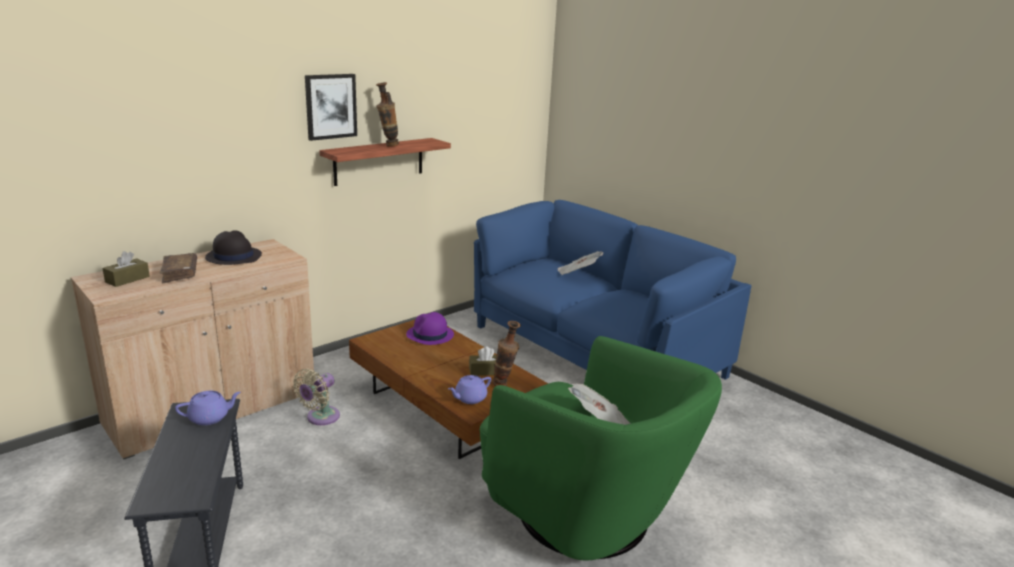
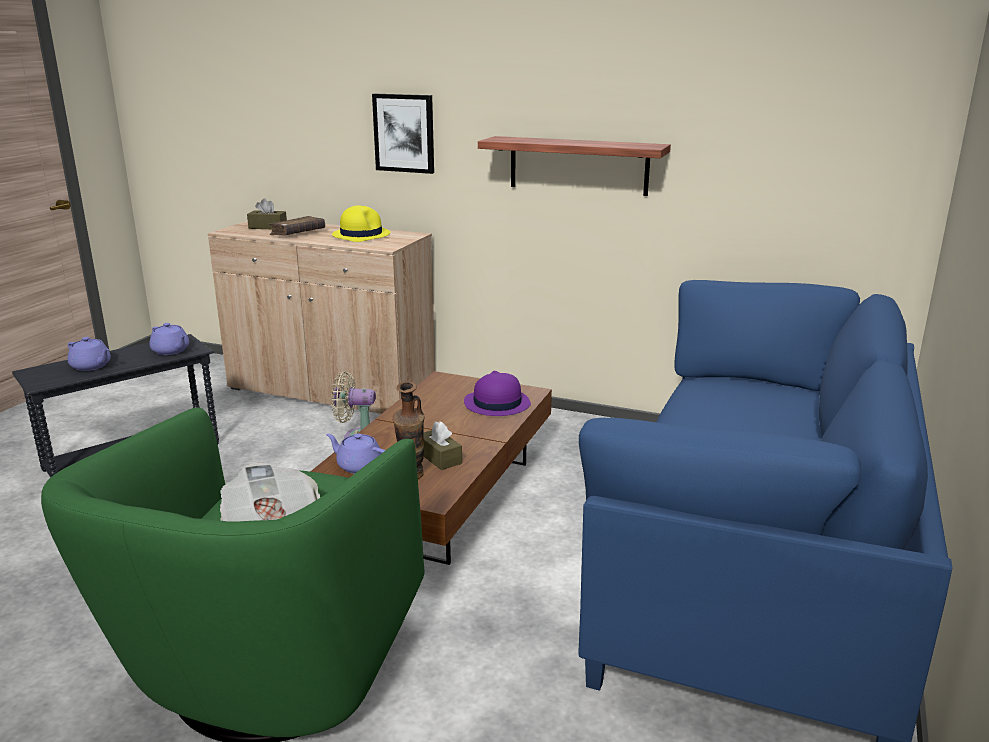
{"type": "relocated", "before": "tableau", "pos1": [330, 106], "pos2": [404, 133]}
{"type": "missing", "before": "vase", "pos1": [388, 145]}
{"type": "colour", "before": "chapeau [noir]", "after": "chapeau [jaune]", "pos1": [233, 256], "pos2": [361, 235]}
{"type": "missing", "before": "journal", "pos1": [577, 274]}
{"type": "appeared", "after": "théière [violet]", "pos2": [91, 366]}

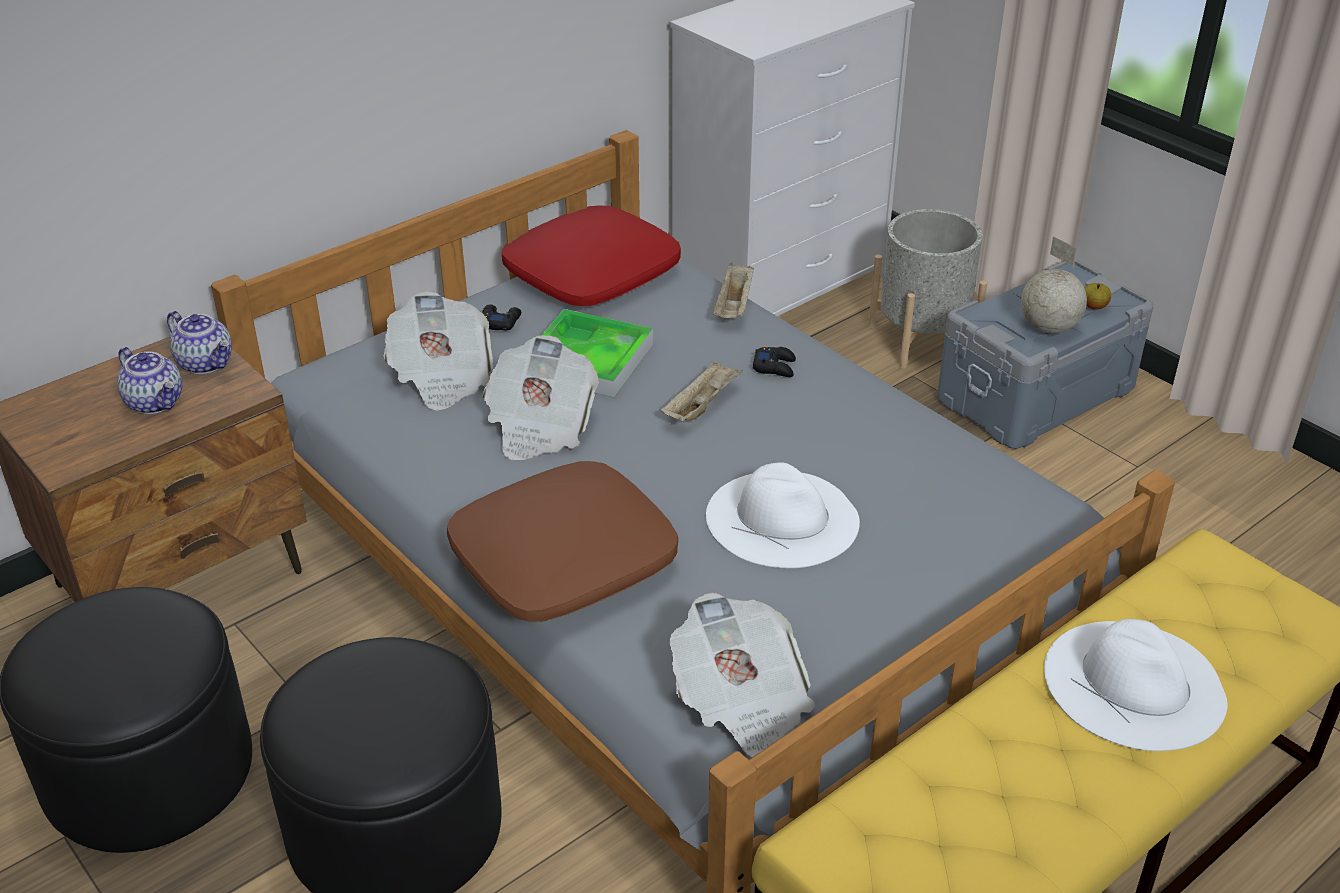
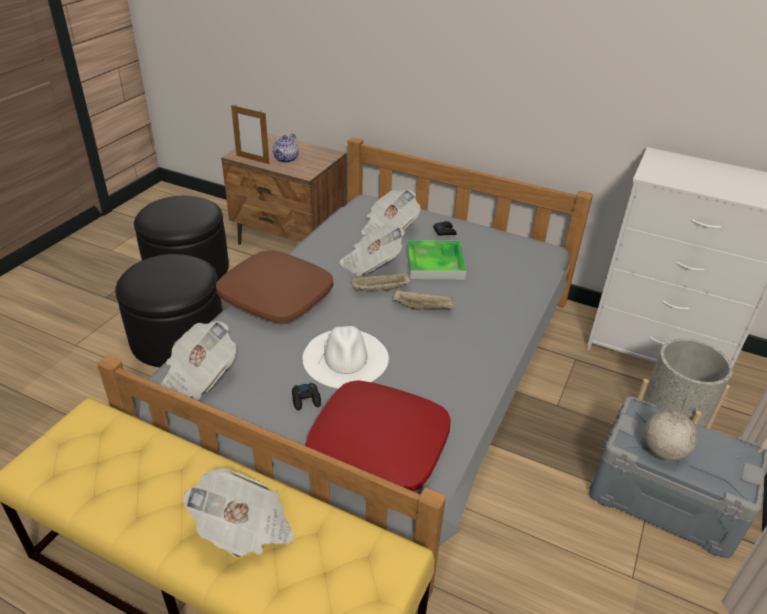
{"type": "relocated", "before": "coussin [rouge]", "pos1": [591, 273], "pos2": [379, 445]}
{"type": "relocated", "before": "plateau [beige]", "pos1": [734, 306], "pos2": [380, 289]}
{"type": "missing", "before": "pomme", "pos1": [1094, 307]}
{"type": "missing", "before": "théière", "pos1": [206, 363]}
{"type": "relocated", "before": "manette [noir]", "pos1": [774, 367], "pos2": [306, 399]}
{"type": "exchanged", "before": "chapeau [blanc]", "after": "journal", "pos1": [1134, 683], "pos2": [245, 529]}
{"type": "appeared", "after": "cadre photo", "pos2": [252, 159]}

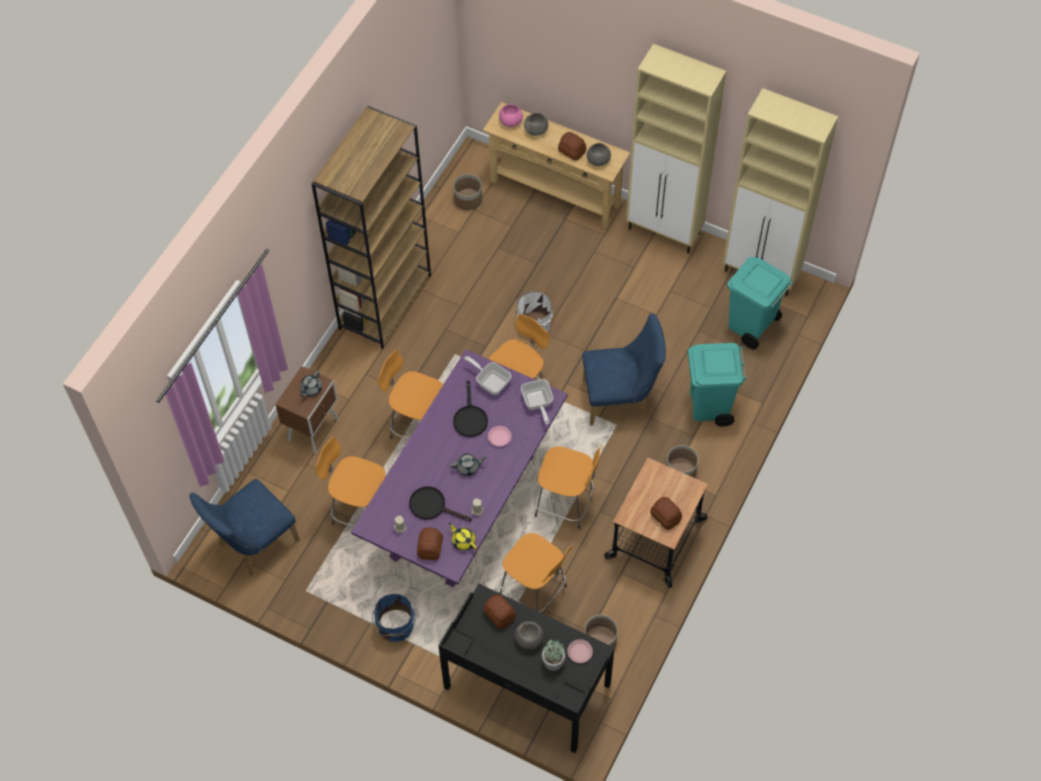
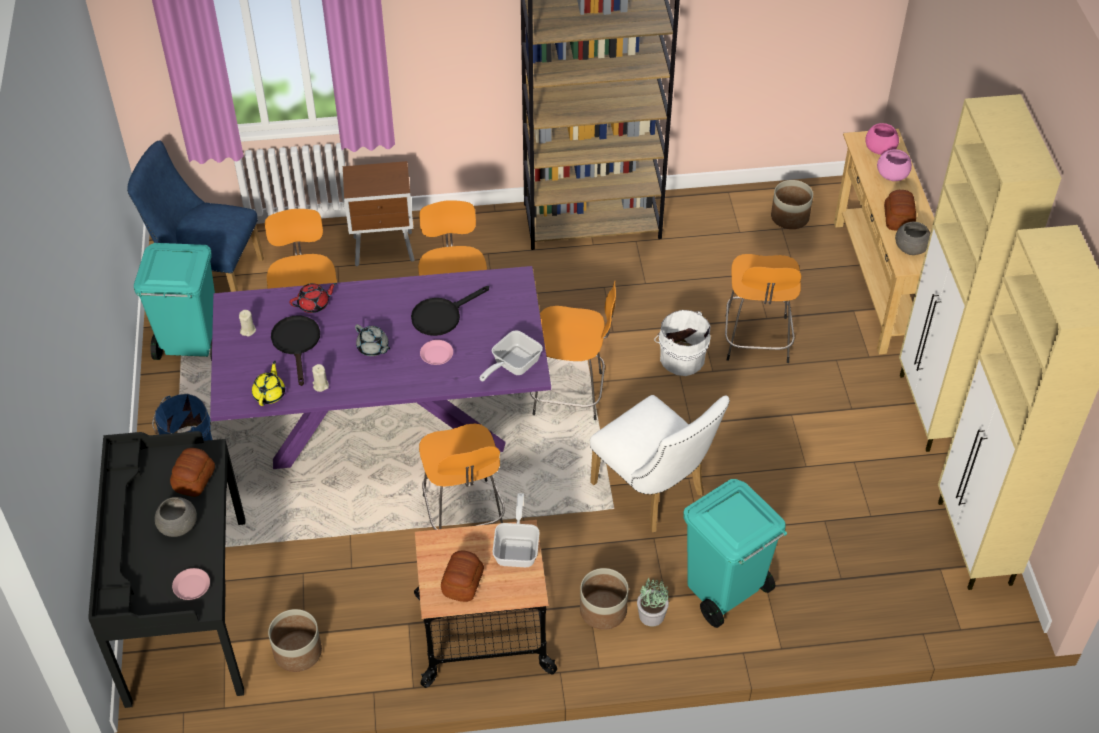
{"type": "colour", "before": "bol [gris]", "after": "bol [rose]", "pos1": [536, 130], "pos2": [892, 175]}
{"type": "relocated", "before": "poubelle [turquoise]", "pos1": [751, 326], "pos2": [191, 345]}
{"type": "colour", "before": "chaise [bleu]", "after": "chaise [blanc]", "pos1": [621, 399], "pos2": [654, 494]}
{"type": "relocated", "before": "poêle", "pos1": [490, 381], "pos2": [517, 548]}
{"type": "missing", "before": "théière [gris]", "pos1": [311, 389]}
{"type": "missing", "before": "pain", "pos1": [429, 547]}
{"type": "relocated", "before": "tabouret [orange]", "pos1": [535, 591], "pos2": [756, 341]}
{"type": "relocated", "before": "plante en pot", "pos1": [553, 662], "pos2": [651, 616]}
{"type": "appeared", "after": "théière [rouge]", "pos2": [314, 304]}

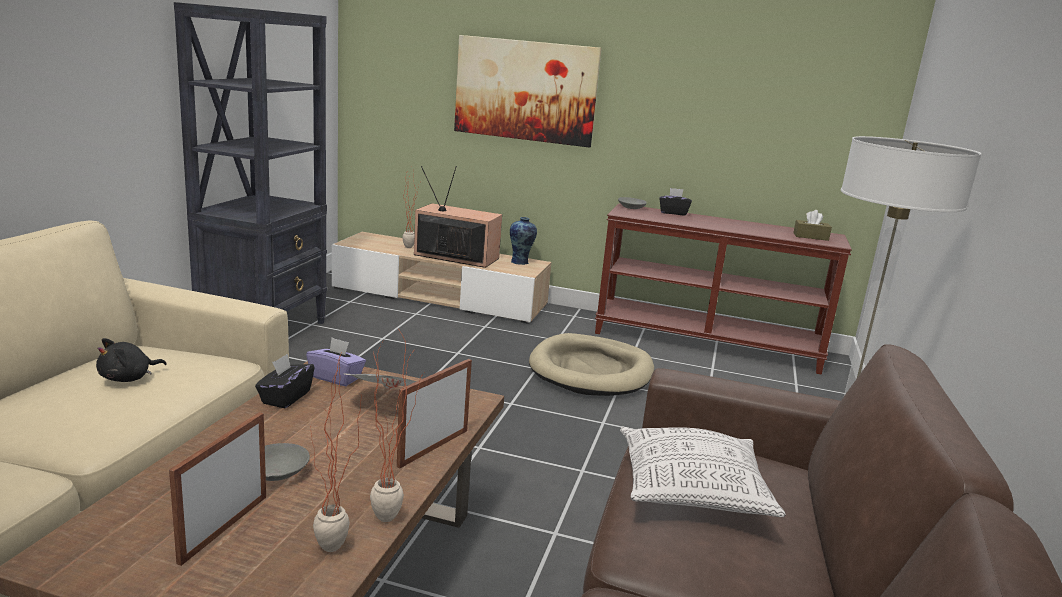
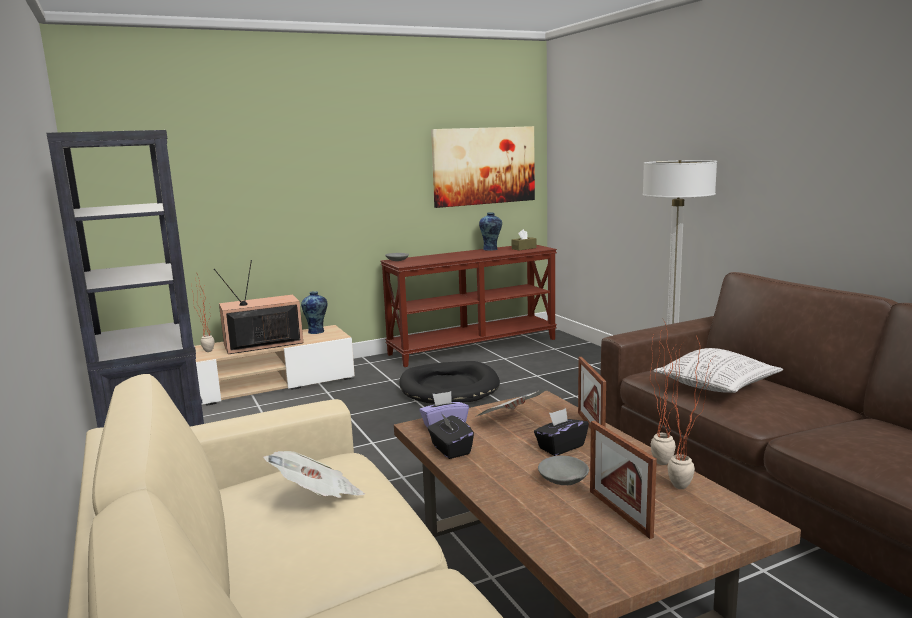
{"type": "relocated", "before": "tableau", "pos1": [525, 90], "pos2": [484, 166]}
{"type": "relocated", "before": "boîte à mouchoirs [noir]", "pos1": [673, 213], "pos2": [560, 447]}
{"type": "colour", "before": "panier pour chien [beige]", "after": "panier pour chien [noir]", "pos1": [591, 371], "pos2": [449, 387]}
{"type": "exchanged", "before": "peluche [noir]", "after": "journal", "pos1": [128, 378], "pos2": [318, 497]}
{"type": "appeared", "after": "vase", "pos2": [491, 249]}

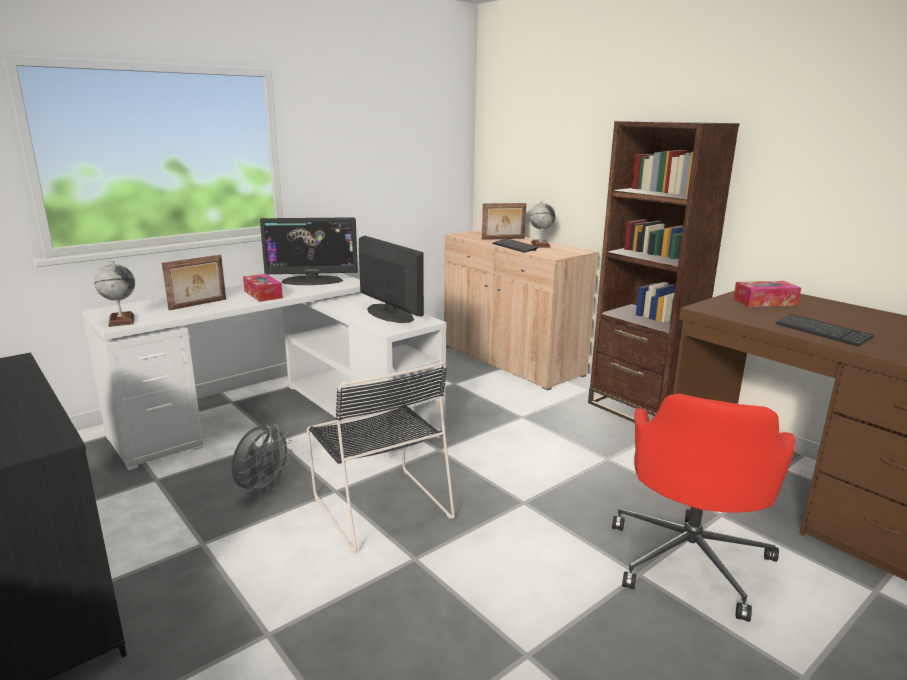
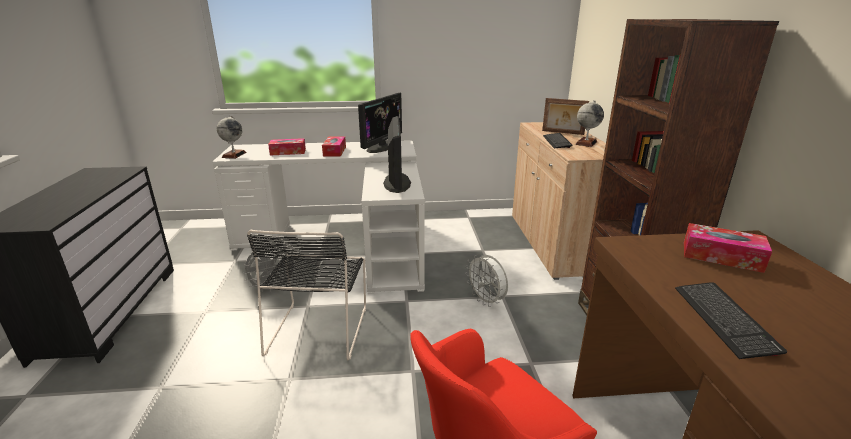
{"type": "spun", "before": "écran d'ordinateur", "pos1": [312, 281], "pos2": [382, 146], "turn": -90}
{"type": "exchanged", "before": "cadre photo", "after": "boîte à mouchoirs", "pos1": [198, 304], "pos2": [288, 152]}
{"type": "appeared", "after": "ventilateur [blanc]", "pos2": [486, 301]}

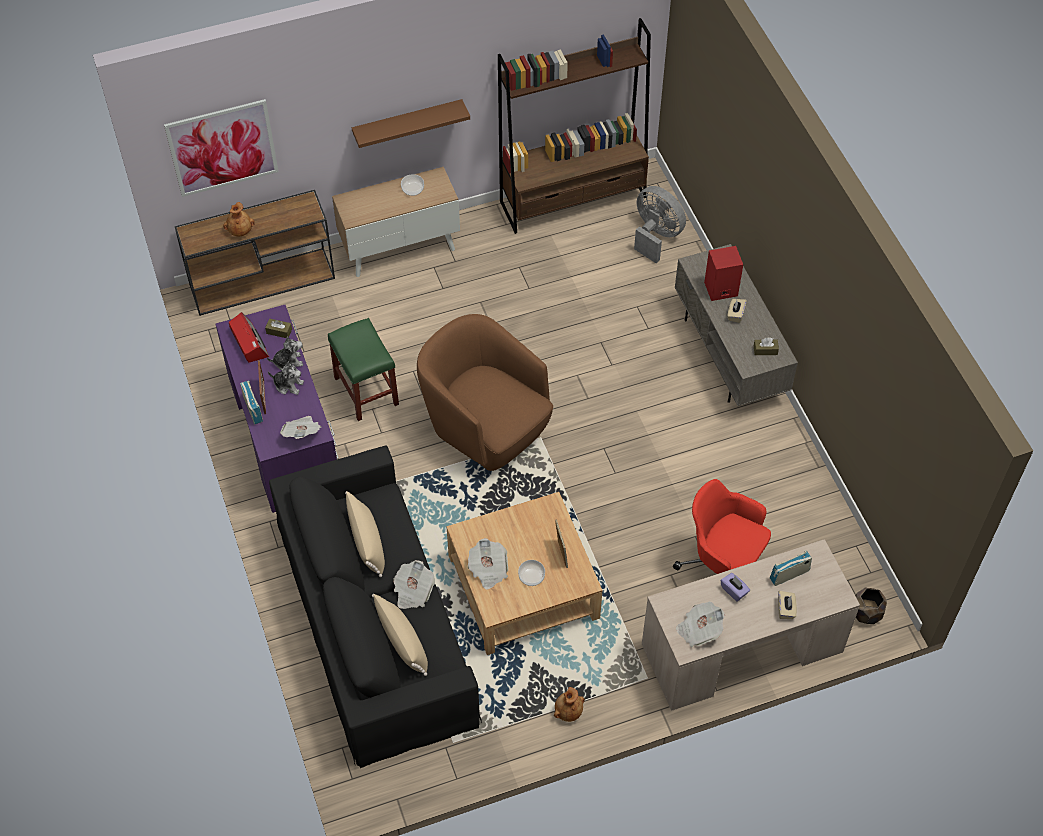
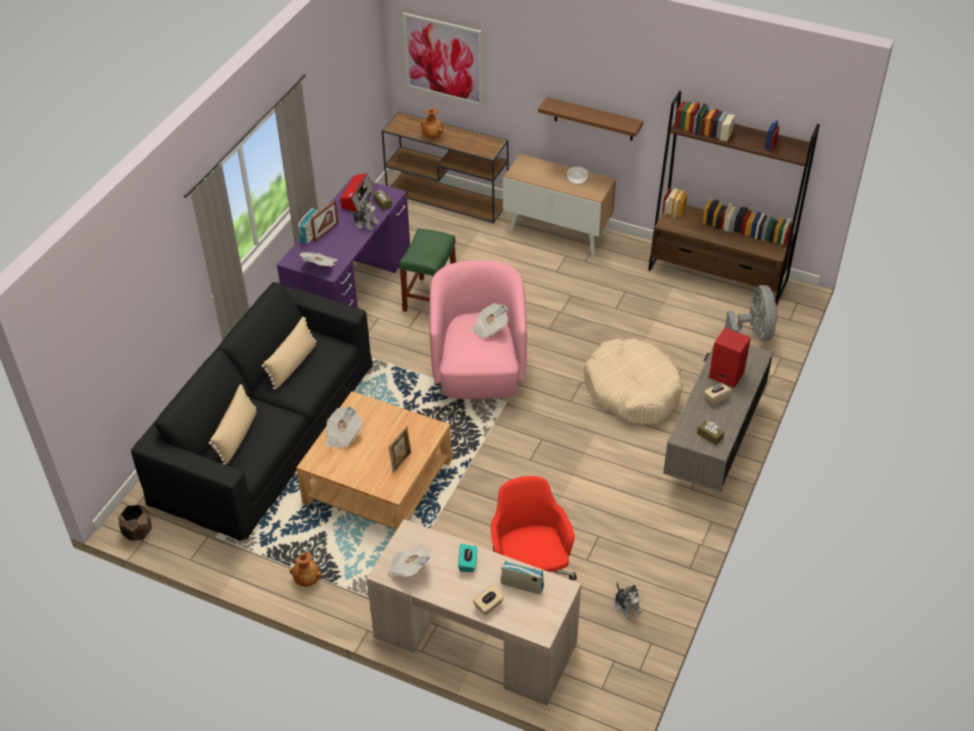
{"type": "colour", "before": "fauteuil [marron]", "after": "fauteuil [rose]", "pos1": [486, 426], "pos2": [479, 370]}
{"type": "relocated", "before": "peluche", "pos1": [288, 385], "pos2": [627, 606]}
{"type": "relocated", "before": "journal", "pos1": [413, 591], "pos2": [489, 328]}
{"type": "missing", "before": "bol", "pos1": [531, 576]}
{"type": "colour", "before": "boîte à mouchoirs [violet]", "after": "boîte à mouchoirs [turquoise]", "pos1": [734, 591], "pos2": [468, 563]}
{"type": "relocated", "before": "cache-pot [marron]", "pos1": [866, 613], "pos2": [138, 531]}
{"type": "appeared", "after": "panier pour chien [beige]", "pos2": [632, 391]}

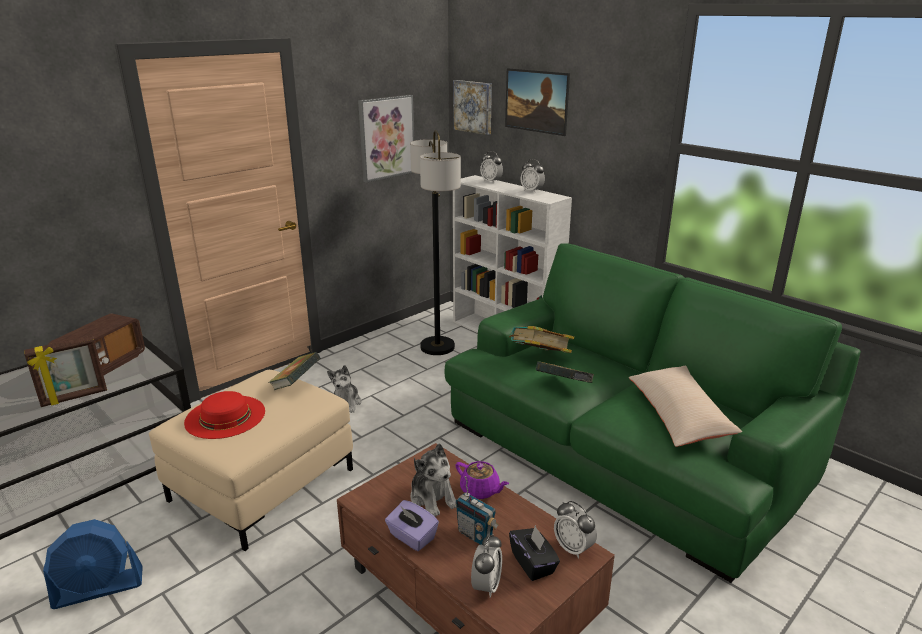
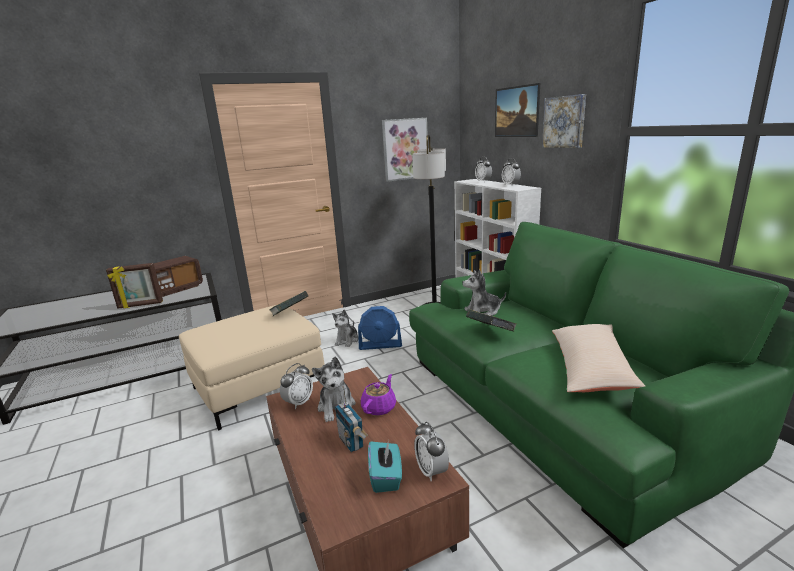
{"type": "relocated", "before": "tableau", "pos1": [474, 107], "pos2": [565, 122]}
{"type": "exchanged", "before": "livre", "after": "peluche", "pos1": [539, 358], "pos2": [482, 311]}
{"type": "missing", "before": "chapeau [rouge]", "pos1": [225, 416]}
{"type": "spun", "before": "théière [violet]", "pos1": [480, 490], "pos2": [379, 407], "turn": -120}
{"type": "missing", "before": "boîte à mouchoirs [violet]", "pos1": [411, 537]}
{"type": "relocated", "before": "ventilateur [bleu]", "pos1": [99, 588], "pos2": [380, 345]}
{"type": "colour", "before": "boîte à mouchoirs [noir]", "after": "boîte à mouchoirs [turquoise]", "pos1": [533, 563], "pos2": [386, 477]}
{"type": "relocated", "before": "réveil", "pos1": [486, 586], "pos2": [298, 402]}

